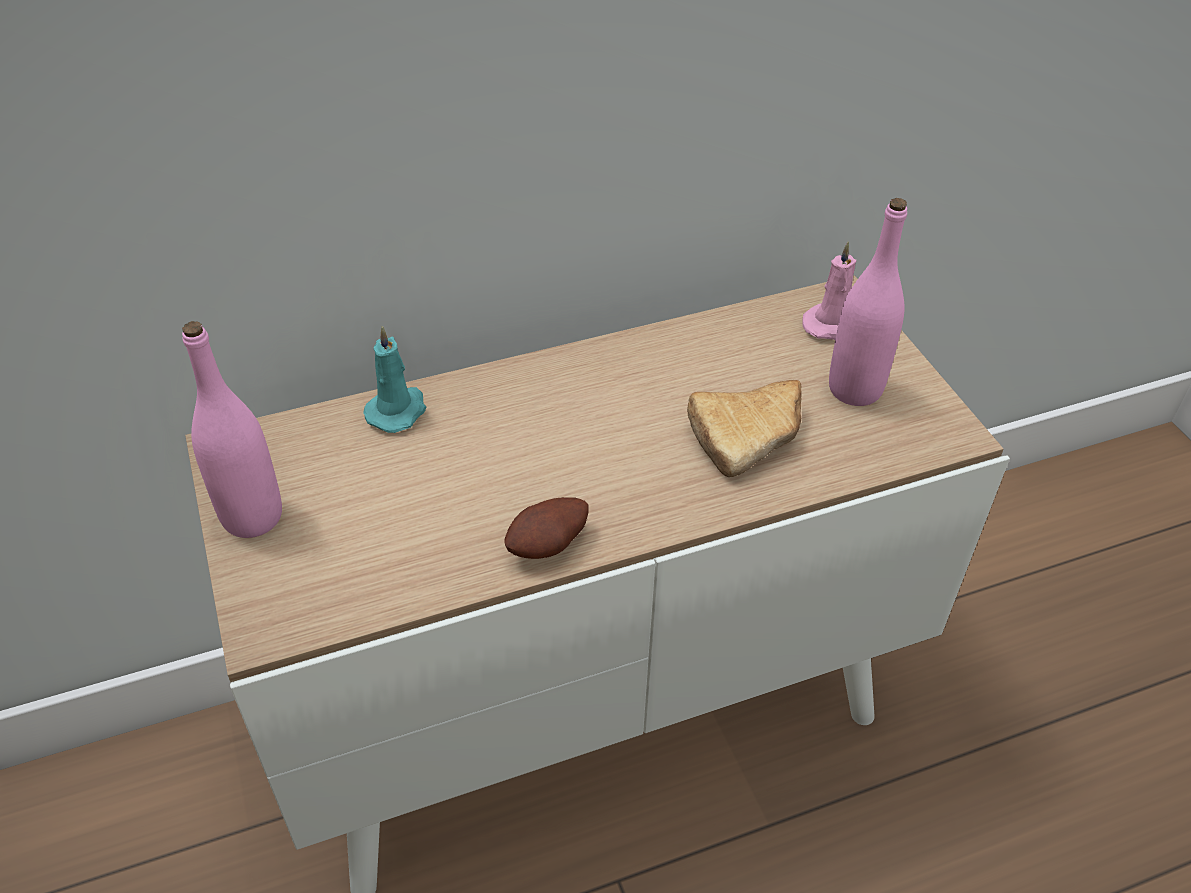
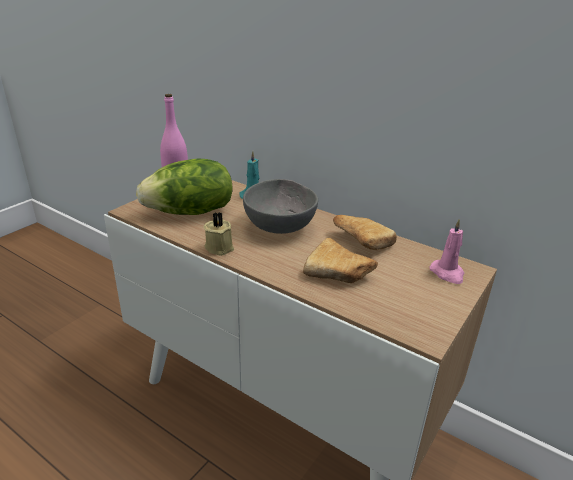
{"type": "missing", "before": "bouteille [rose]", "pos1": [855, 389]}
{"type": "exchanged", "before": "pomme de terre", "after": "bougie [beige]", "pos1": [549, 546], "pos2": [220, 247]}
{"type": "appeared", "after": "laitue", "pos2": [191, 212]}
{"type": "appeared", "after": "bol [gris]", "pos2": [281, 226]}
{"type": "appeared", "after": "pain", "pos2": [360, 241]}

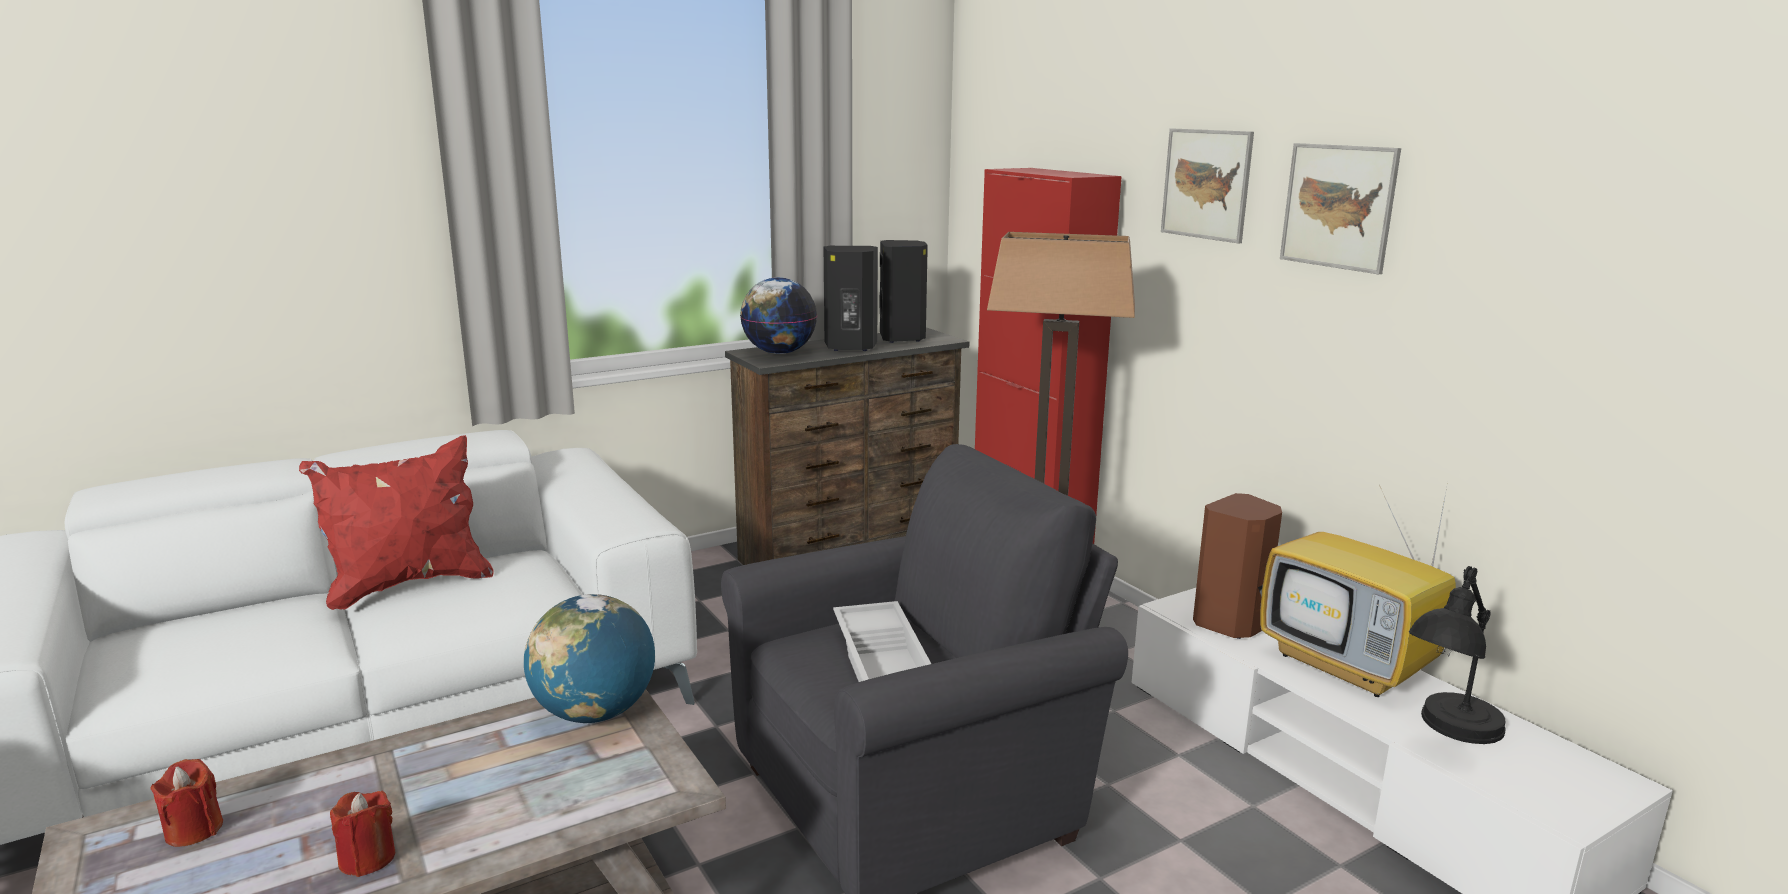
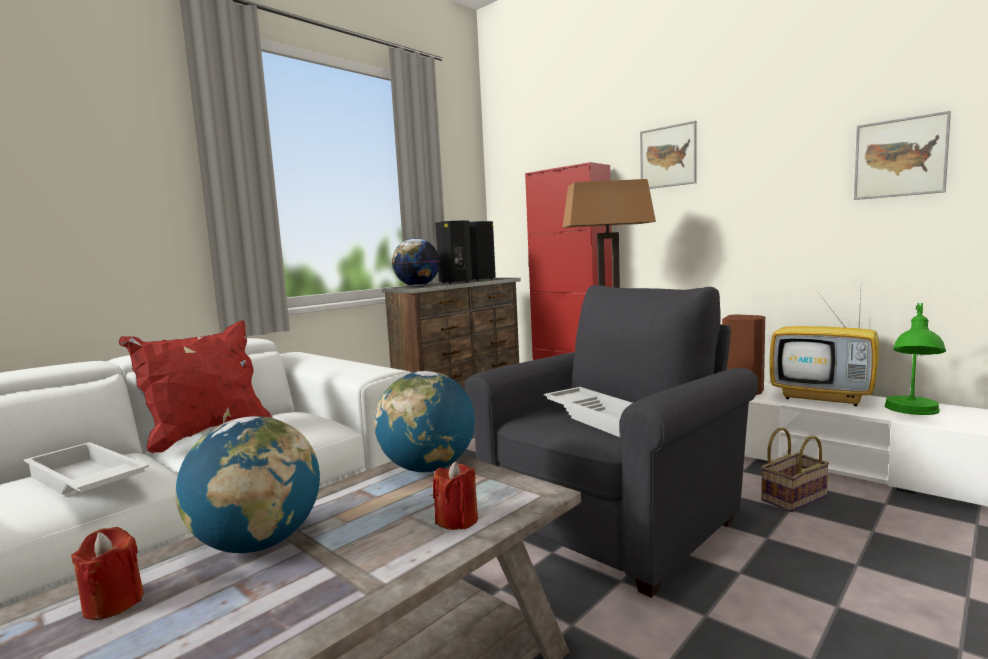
{"type": "relocated", "before": "tableau", "pos1": [1338, 206], "pos2": [899, 158]}
{"type": "colour", "before": "lampe de table [noir]", "after": "lampe de table [vert]", "pos1": [1447, 735], "pos2": [913, 414]}
{"type": "relocated", "before": "bougie [rouge]", "pos1": [367, 859], "pos2": [457, 520]}
{"type": "appeared", "after": "globe", "pos2": [258, 543]}
{"type": "appeared", "after": "panier", "pos2": [793, 497]}
{"type": "appeared", "after": "plateau [blanc]", "pos2": [83, 481]}

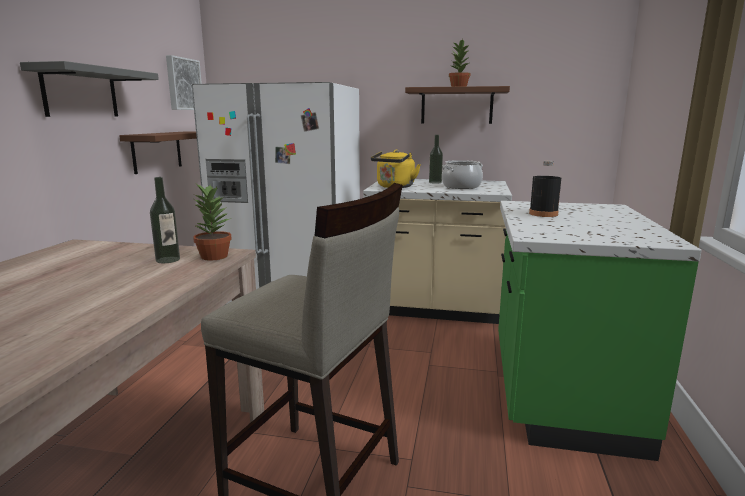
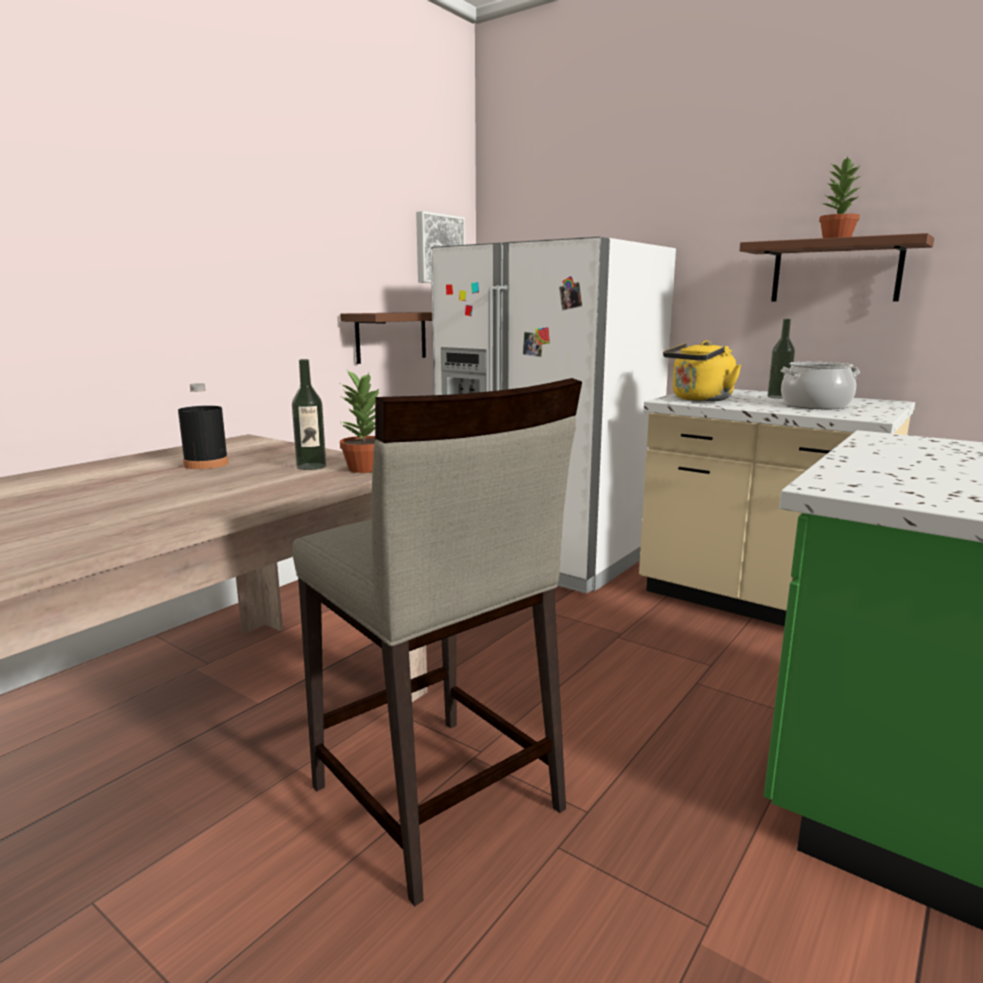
{"type": "missing", "before": "étagère [gris]", "pos1": [80, 92]}
{"type": "relocated", "before": "bouteille [noir]", "pos1": [543, 214], "pos2": [206, 464]}

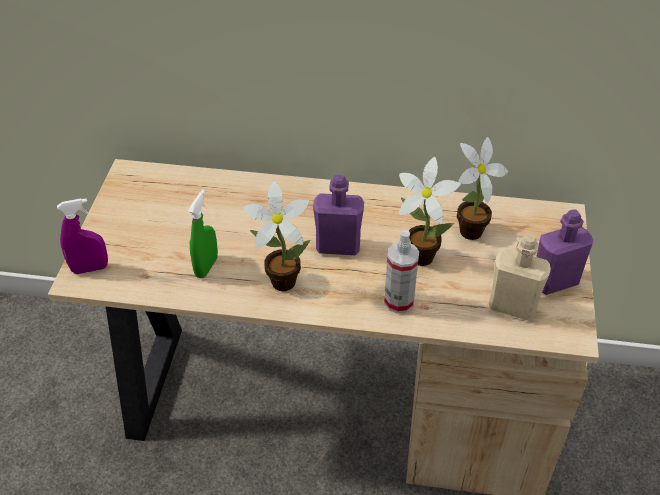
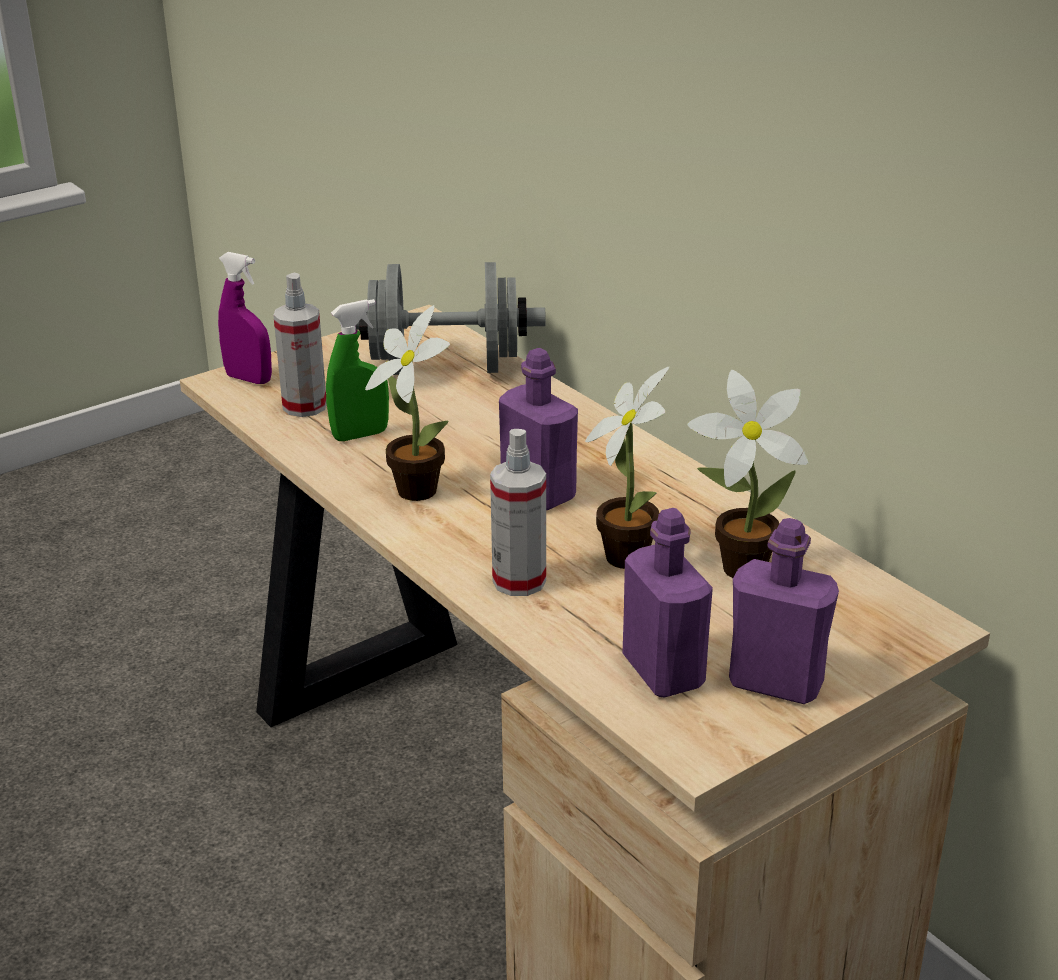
{"type": "colour", "before": "bouteille [beige]", "after": "bouteille [violet]", "pos1": [512, 306], "pos2": [663, 672]}
{"type": "appeared", "after": "haltère [gris]", "pos2": [445, 368]}
{"type": "appeared", "after": "vaporisateur", "pos2": [304, 406]}

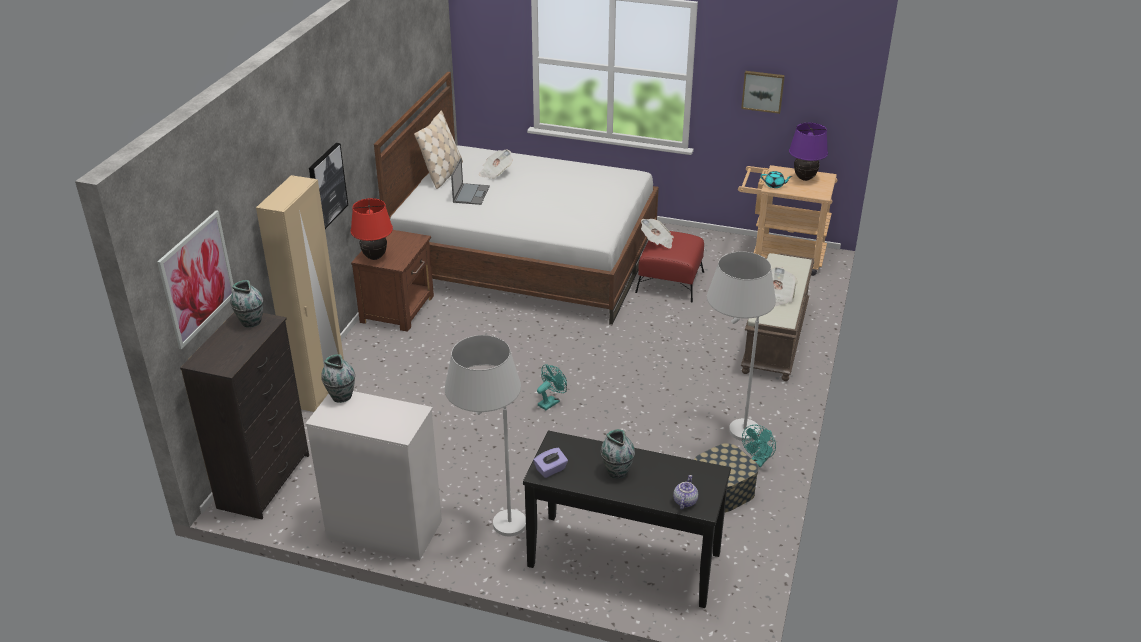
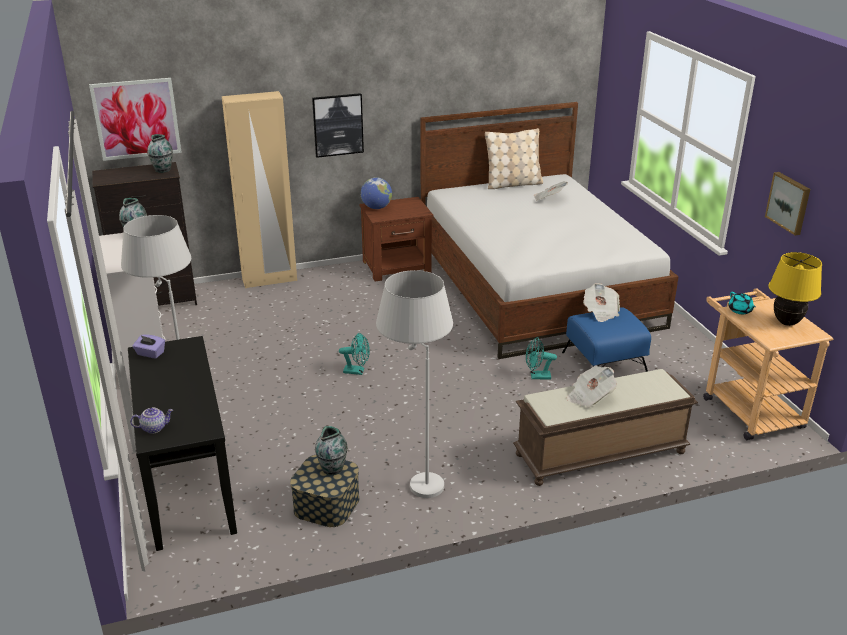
{"type": "colour", "before": "lampe de table [violet]", "after": "lampe de table [jaune]", "pos1": [805, 178], "pos2": [787, 322]}
{"type": "missing", "before": "ordinateur portable", "pos1": [471, 194]}
{"type": "exchanged", "before": "lampe de table [rouge]", "after": "globe", "pos1": [374, 257], "pos2": [376, 208]}
{"type": "colour", "before": "pouf [rouge]", "after": "pouf [bleu]", "pos1": [670, 282], "pos2": [605, 363]}
{"type": "relocated", "before": "ventilateur [turquoise]", "pos1": [758, 461], "pos2": [537, 376]}
{"type": "relocated", "before": "vase", "pos1": [617, 471], "pos2": [332, 468]}

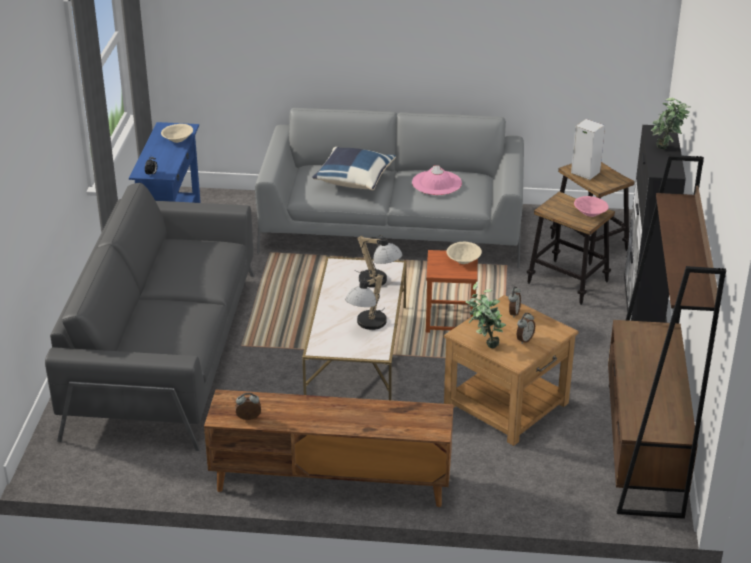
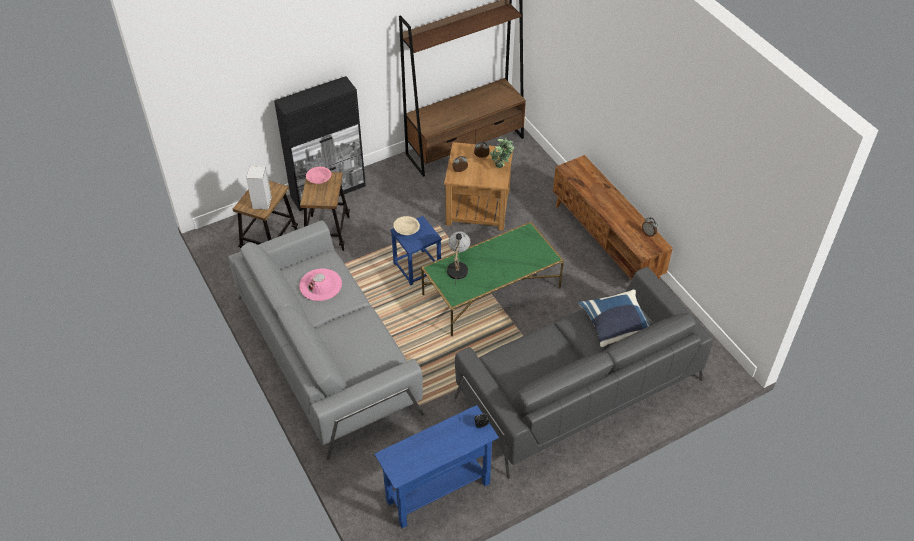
{"type": "missing", "before": "plante en pot", "pos1": [667, 150]}
{"type": "missing", "before": "bol [beige]", "pos1": [178, 139]}
{"type": "relocated", "before": "coussin [bleu]", "pos1": [354, 180], "pos2": [615, 326]}
{"type": "colour", "before": "tabouret [marron]", "after": "tabouret [bleu]", "pos1": [449, 320], "pos2": [417, 267]}
{"type": "colour", "before": "table basse [blanc]", "after": "table basse [vert]", "pos1": [357, 354], "pos2": [491, 291]}
{"type": "missing", "before": "lampe de table", "pos1": [367, 325]}

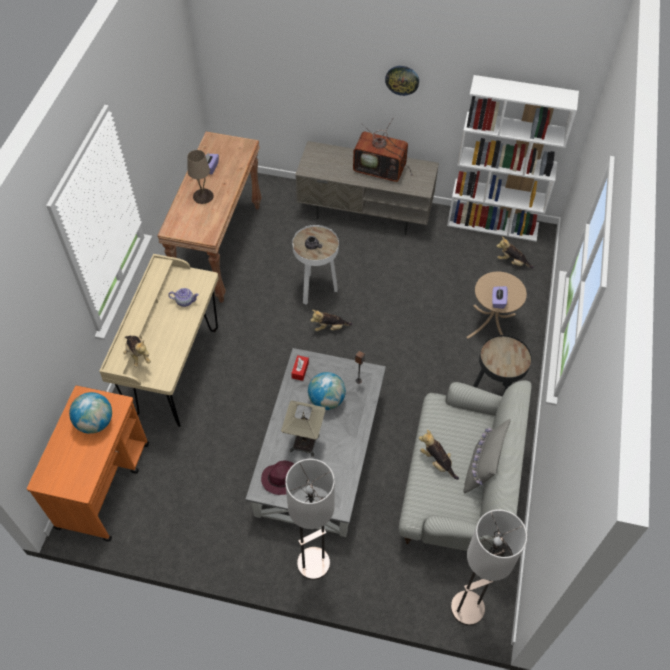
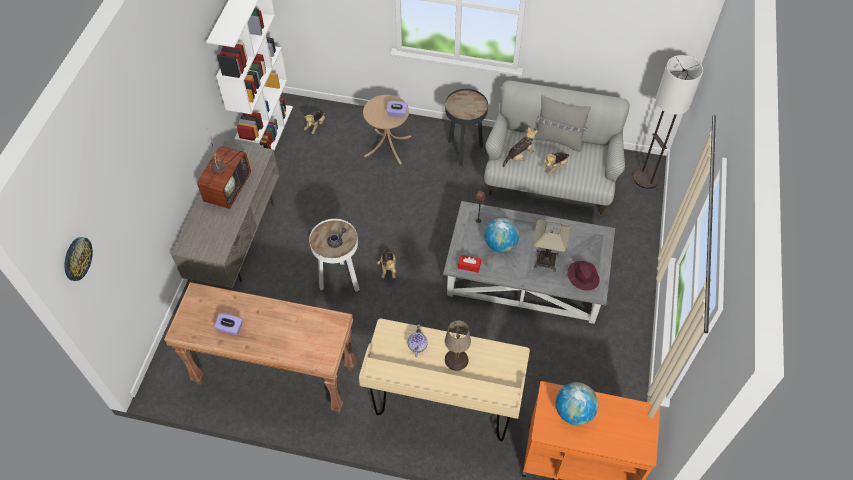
{"type": "relocated", "before": "horloge murale", "pos1": [402, 80], "pos2": [77, 258]}
{"type": "relocated", "before": "lampe de table [beige]", "pos1": [203, 196], "pos2": [456, 359]}
{"type": "relocated", "before": "peluche", "pos1": [138, 355], "pos2": [519, 157]}
{"type": "missing", "before": "lampadaire", "pos1": [313, 563]}

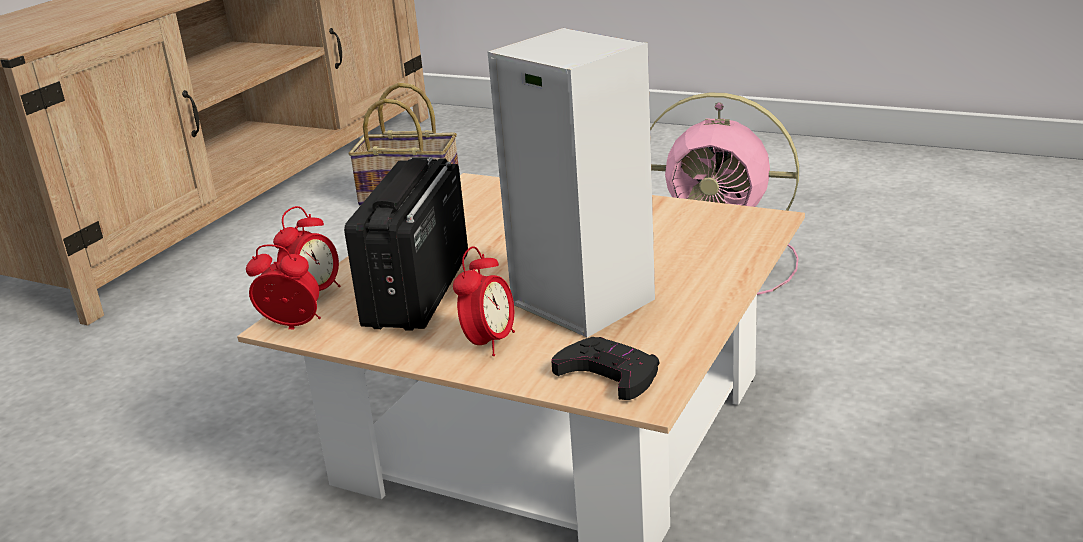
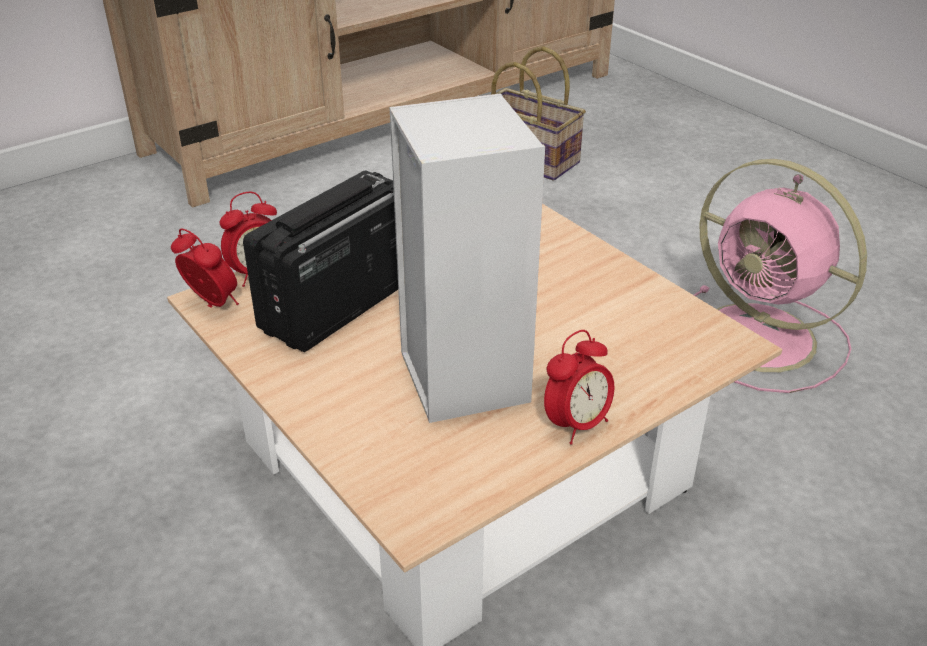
{"type": "relocated", "before": "réveil", "pos1": [489, 343], "pos2": [576, 425]}
{"type": "missing", "before": "manette [noir]", "pos1": [608, 374]}

